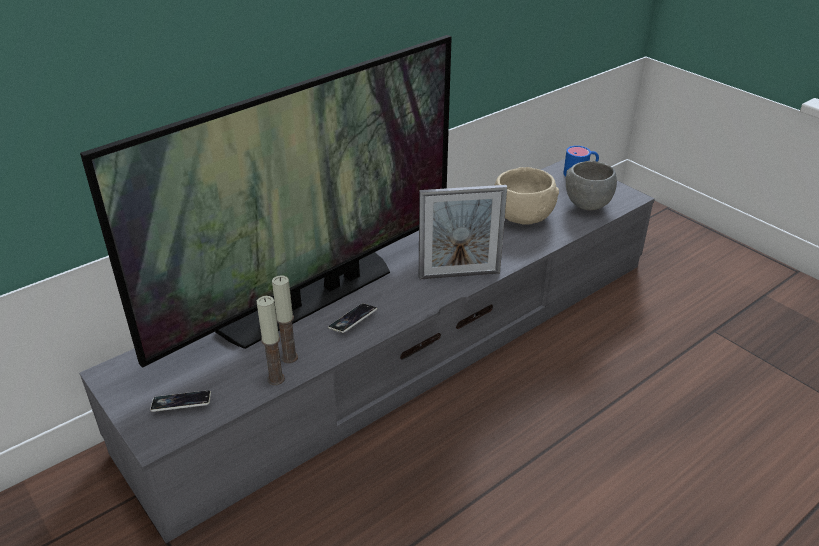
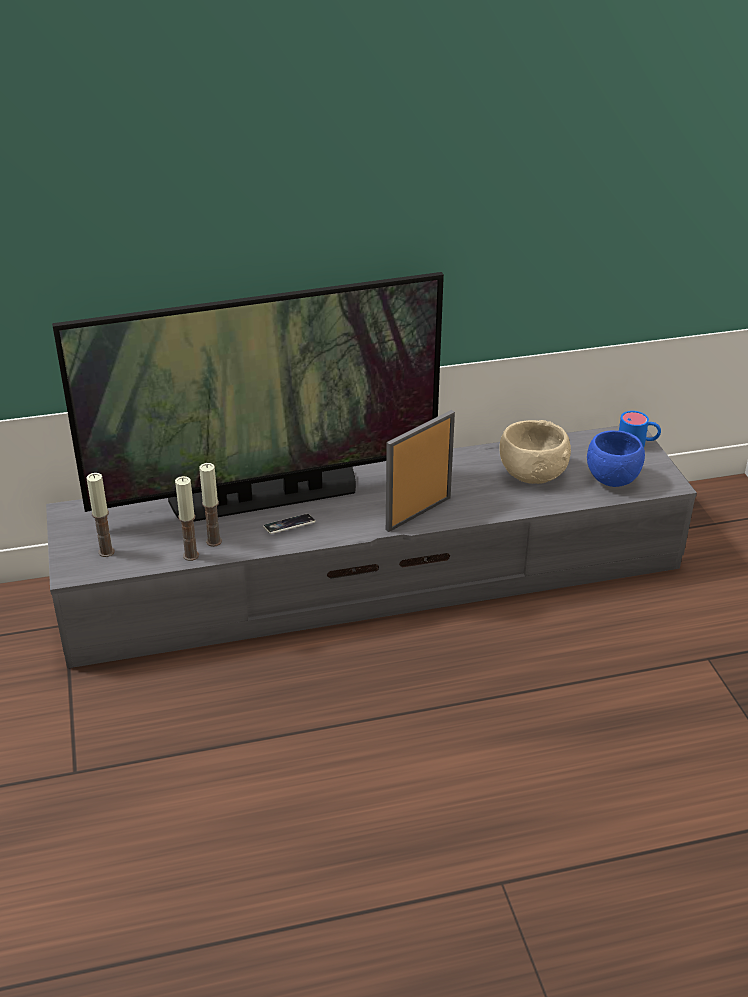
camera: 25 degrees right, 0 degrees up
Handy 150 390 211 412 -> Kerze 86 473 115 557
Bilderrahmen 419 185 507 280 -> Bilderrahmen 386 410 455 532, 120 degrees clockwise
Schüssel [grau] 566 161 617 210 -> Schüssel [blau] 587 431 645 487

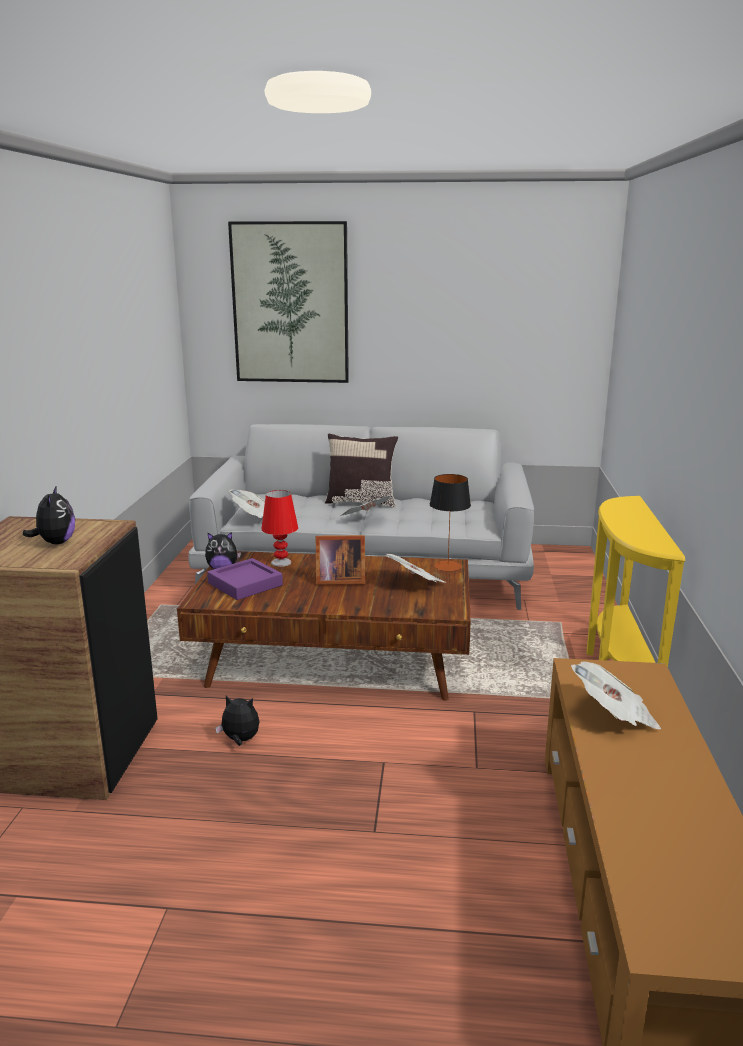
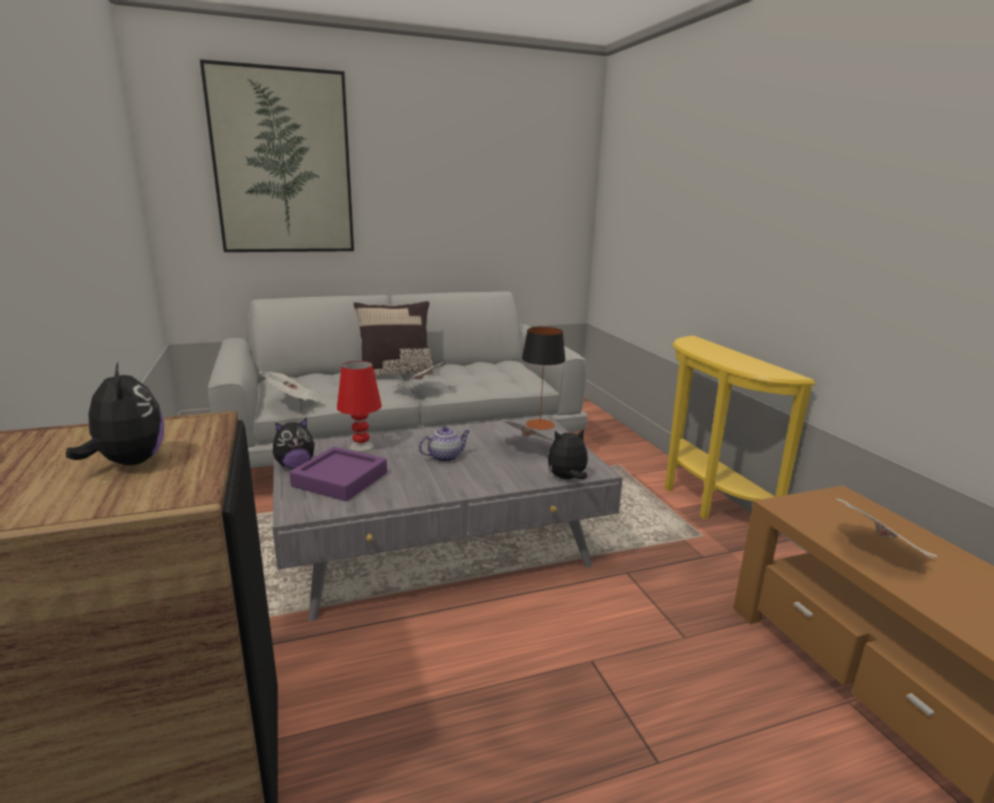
camera: 25 degrees left, 0 degrees up
Couchtisch [braun] 177 551 471 701 -> Couchtisch [grau] 273 416 623 621
Plüschtier 215 695 259 746 -> Plüschtier 548 429 588 479, shifted
Bilderrahmen 316 535 365 585 -> Teekanne 419 426 470 462

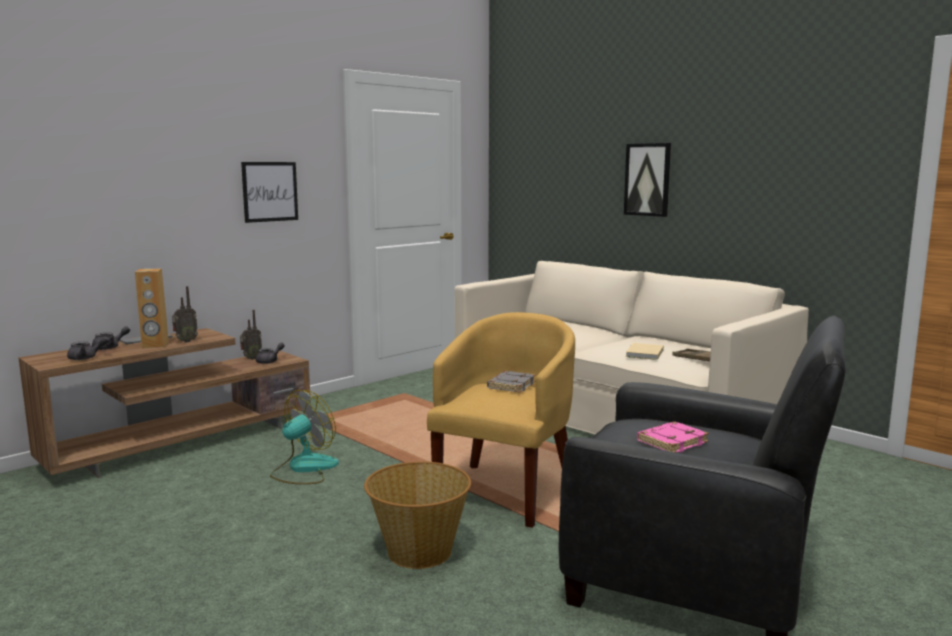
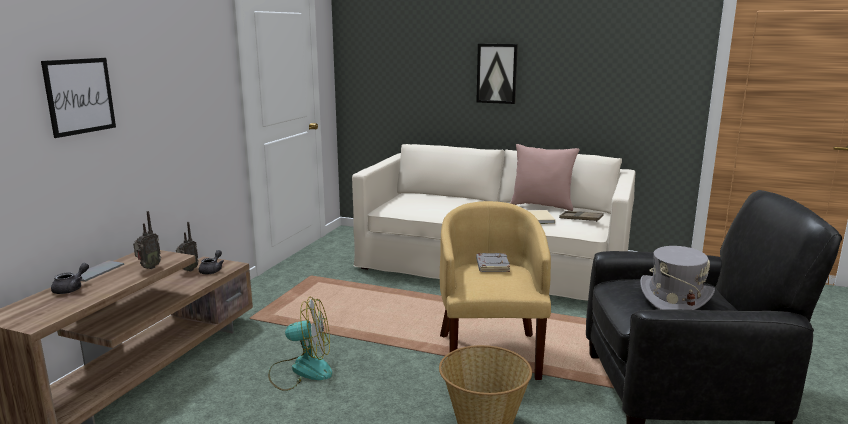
camera: 25 degrees left, 5 degrees up
Teekanne [grau] 67 336 109 360 -> none
Lautsprecher [braun] 135 268 169 348 -> none
Bild 241 162 298 223 -> Bild 41 58 116 138, shifted
Ventilator 270 390 339 484 -> Ventilator 268 296 332 391, 75 degrees clockwise
Buch [rosa] 637 421 709 453 -> Hut [grau] 640 246 715 310
none -> Kissen [rosa] 510 144 580 211

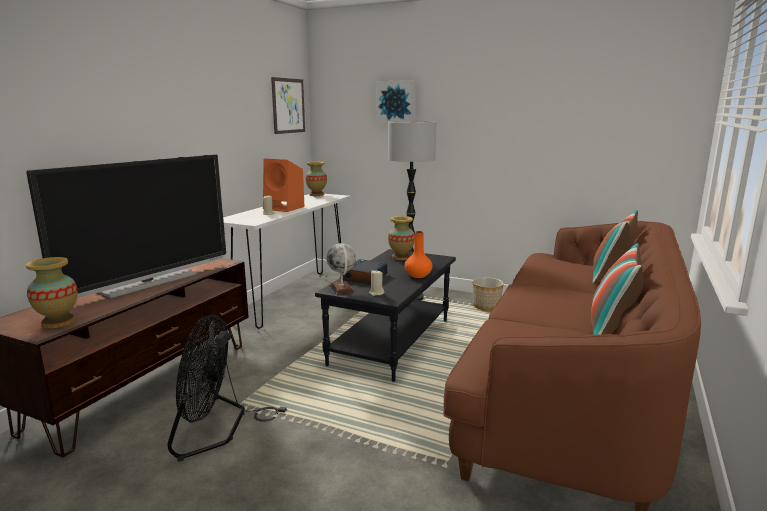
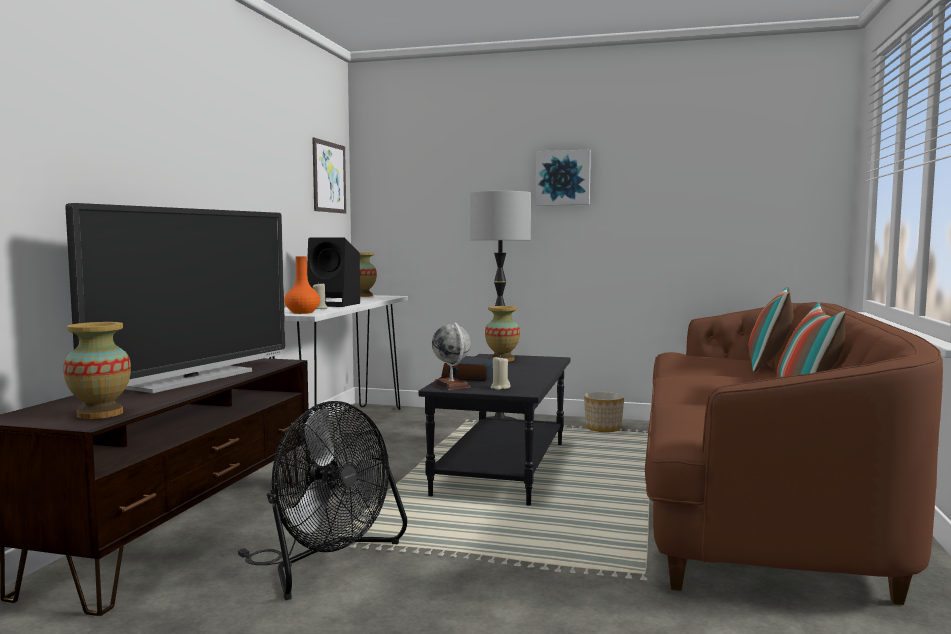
camera: 10 degrees left, 10 degrees down
Ventilator [schwarz] 167 314 288 462 -> Ventilator [schwarz] 238 401 407 600, 135 degrees counterclockwise
Lautsprecher [orange] 263 159 304 212 -> Lautsprecher [schwarz] 307 238 360 307
Bild 376 80 416 123 -> Bild 536 150 591 206, shifted
Vase [orange] 405 231 433 278 -> Vase [orange] 284 256 320 314, shifted

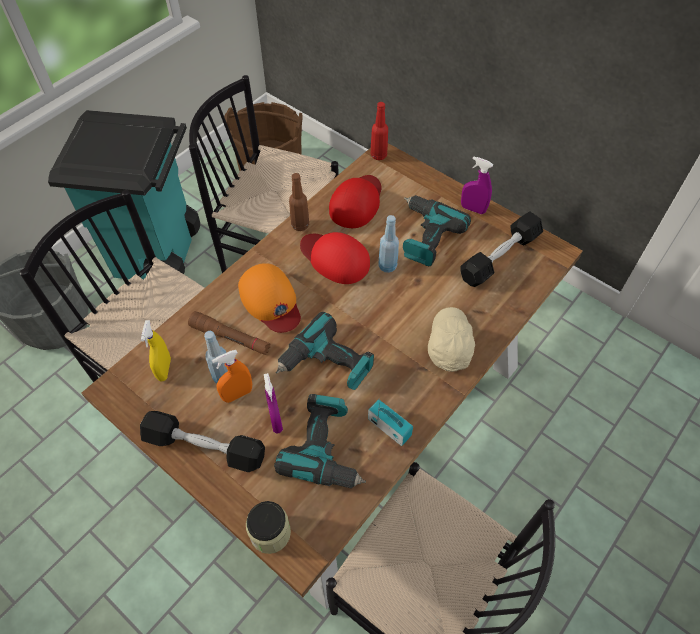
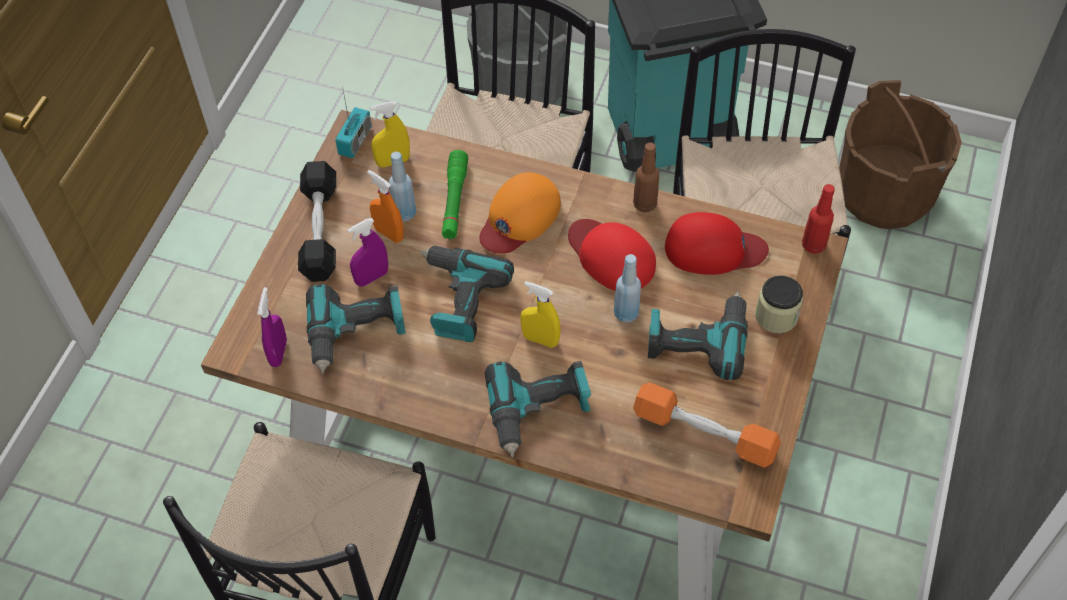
camera: 70 degrees right, 0 degrees up
Taschenlampe [braun] 188 311 270 355 -> Taschenlampe [grün] 442 150 468 240
Vorratsglas 246 501 291 554 -> Vorratsglas 755 275 803 333, shifted
Kappe [rot] 300 232 370 284 -> Kappe [rot] 568 219 656 291, 60 degrees counterclockwise
Radio 368 399 413 446 -> Radio 335 86 372 159, shifted
Kappe [beige] 428 307 475 372 -> Bohrmaschine 485 361 591 457
Hantel [schwarz] 460 211 543 287 -> Hantel [orange] 633 383 781 468
Sprühflasche [lila] 461 156 493 214 -> Sprühflasche [lila] 257 287 287 367, shifted
none -> Sprühflasche [gelb] 520 281 561 348

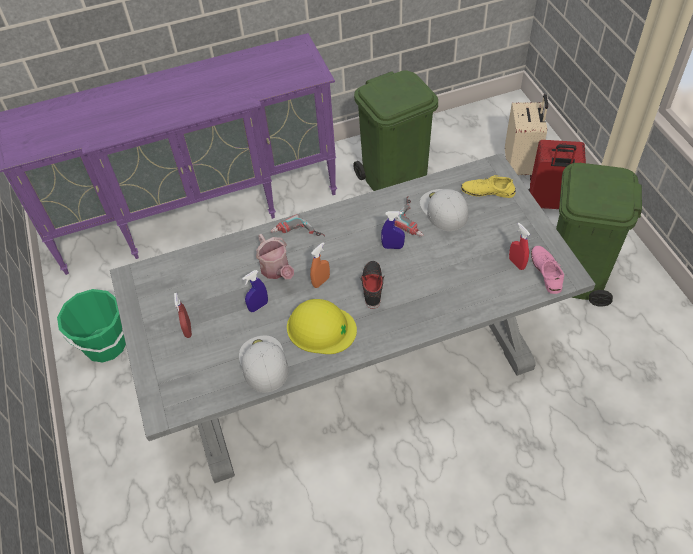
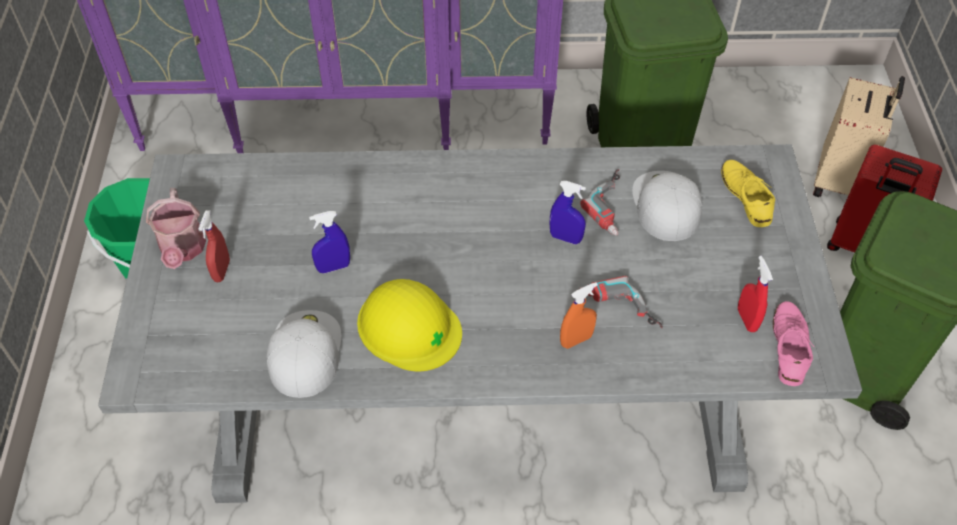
camera: 15 degrees right, 0 degrees up
Gießkanne 256 234 294 279 -> Gießkanne 146 187 206 269, shifted
Bohrmaschine 271 214 325 237 -> Bohrmaschine 576 276 663 329, shifted
Sprühflasche [orange] 310 242 330 288 -> Sprühflasche [orange] 560 282 598 349, shifted
Schuh [schwarz] 360 261 385 309 -> none
Schuh [gelb] 461 175 516 198 -> Schuh [gelb] 721 160 775 227, 45 degrees clockwise

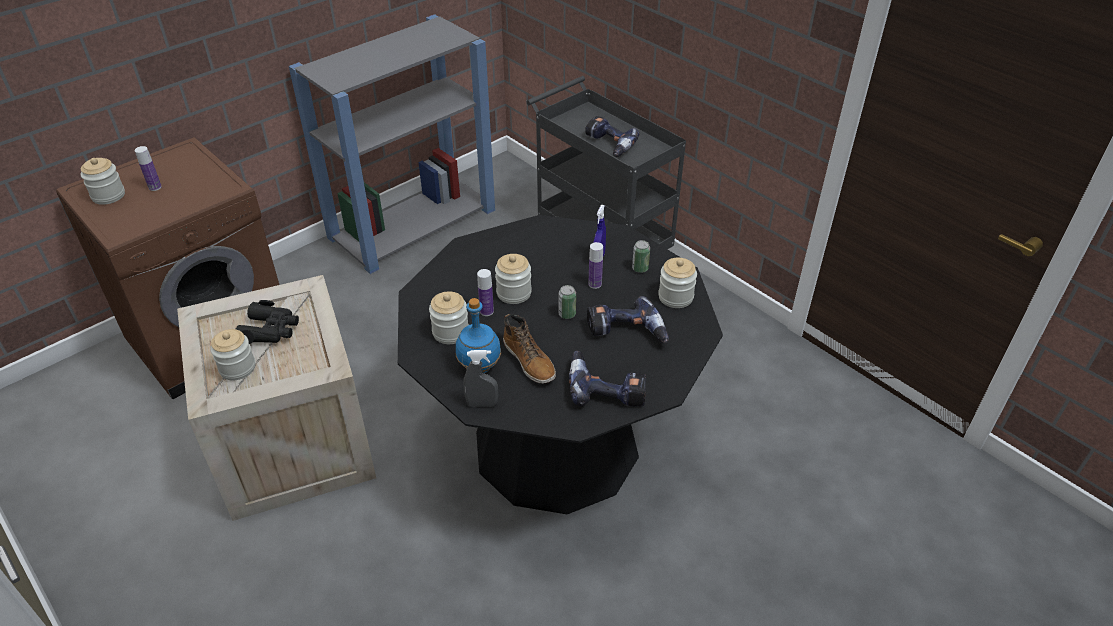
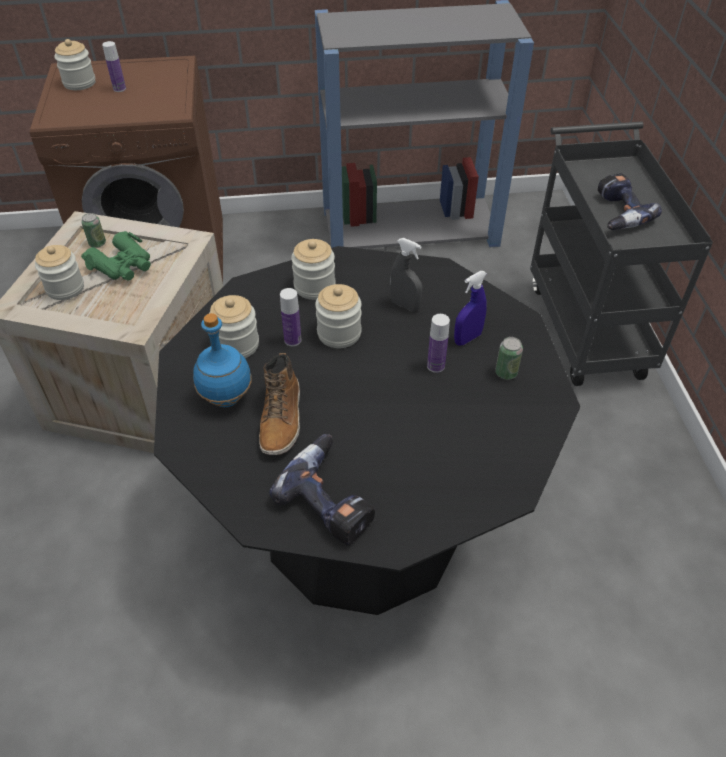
camera: 35 degrees right, 5 degrees up
Fernglas [schwarz] 236 300 299 344 -> Fernglas [grün] 81 231 151 280
Sprühflasche [grau] 463 350 498 407 -> Sprühflasche [grau] 390 238 422 311, shifted
Dose 559 285 576 319 -> Dose 81 213 106 248, shifted
Bohrmaschine 587 296 669 344 -> none
Vorratsglas 658 258 697 308 -> Vorratsglas 291 239 335 300, shifted

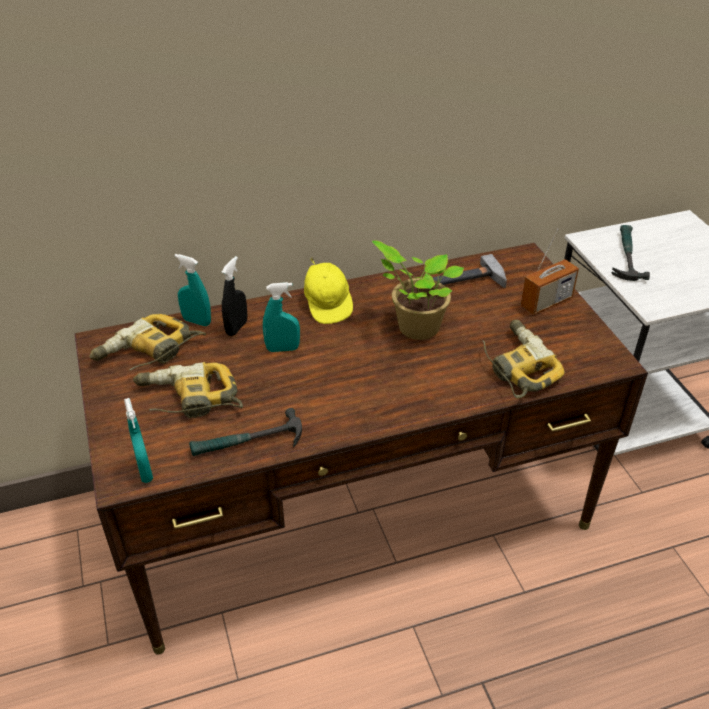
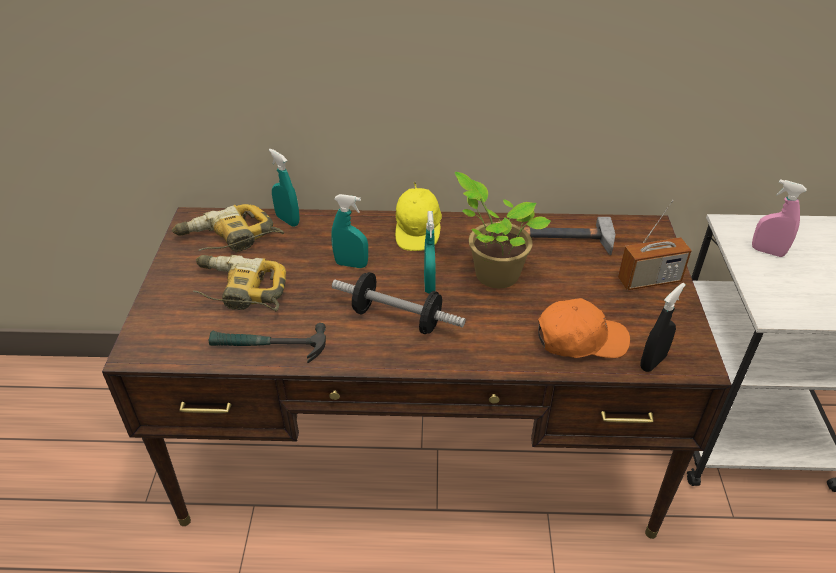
camera: 20 degrees right, 0 degrees up
Sprühflasche [türkis] 124 398 153 483 -> Sprühflasche [türkis] 424 211 436 294, shifted
Sprühflasche [schwarz] 222 256 247 336 -> Sprühflasche [schwarz] 640 283 685 372, shifted
Bohrmaschine 483 320 565 399 -> Kappe [orange] 538 298 630 358
Hammer 612 225 650 281 -> Sprühflasche [rosa] 752 179 807 257
none -> Hantel 332 272 466 334

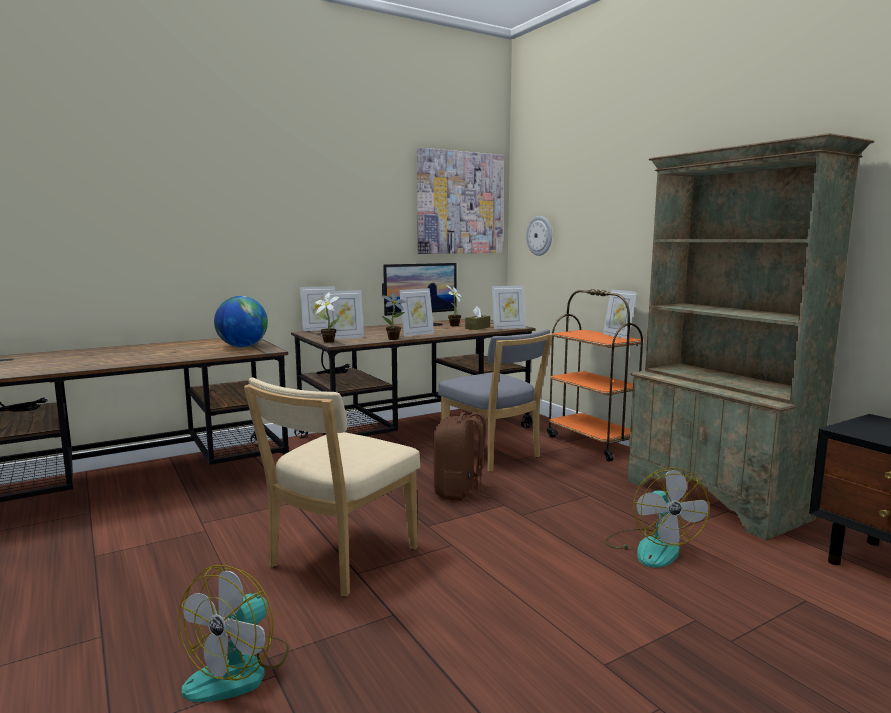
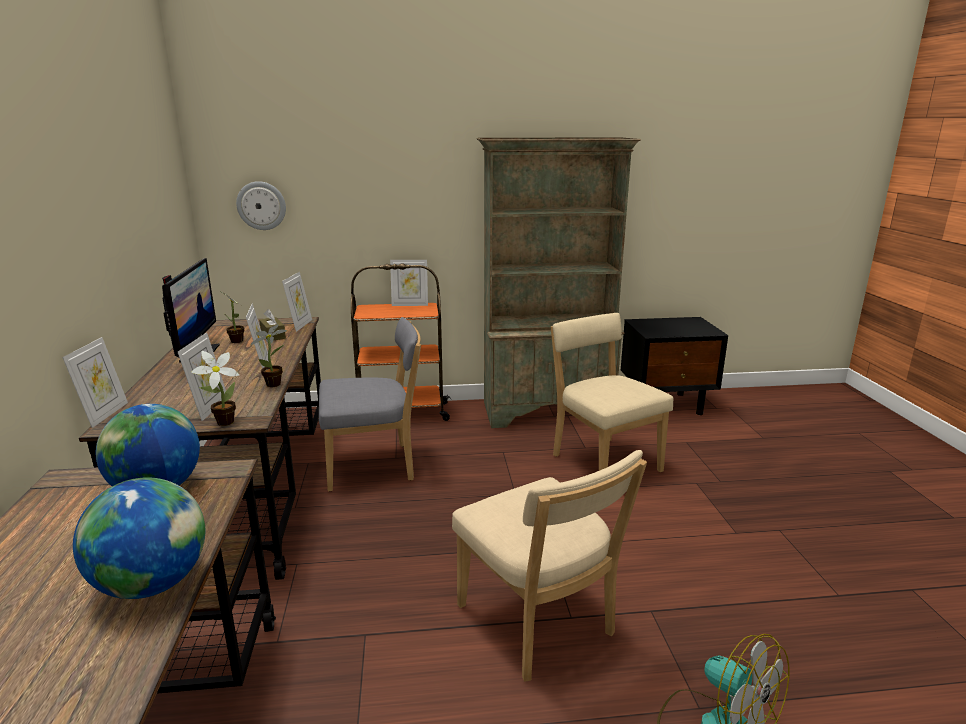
camera: 65 degrees left, 10 degrees up
Bild 417 148 504 254 -> none
Rucksack [braun] 433 412 494 501 -> none
Ventilator 605 468 709 568 -> Stuhl [beige] 551 313 673 472
none -> Globus 73 477 205 599

